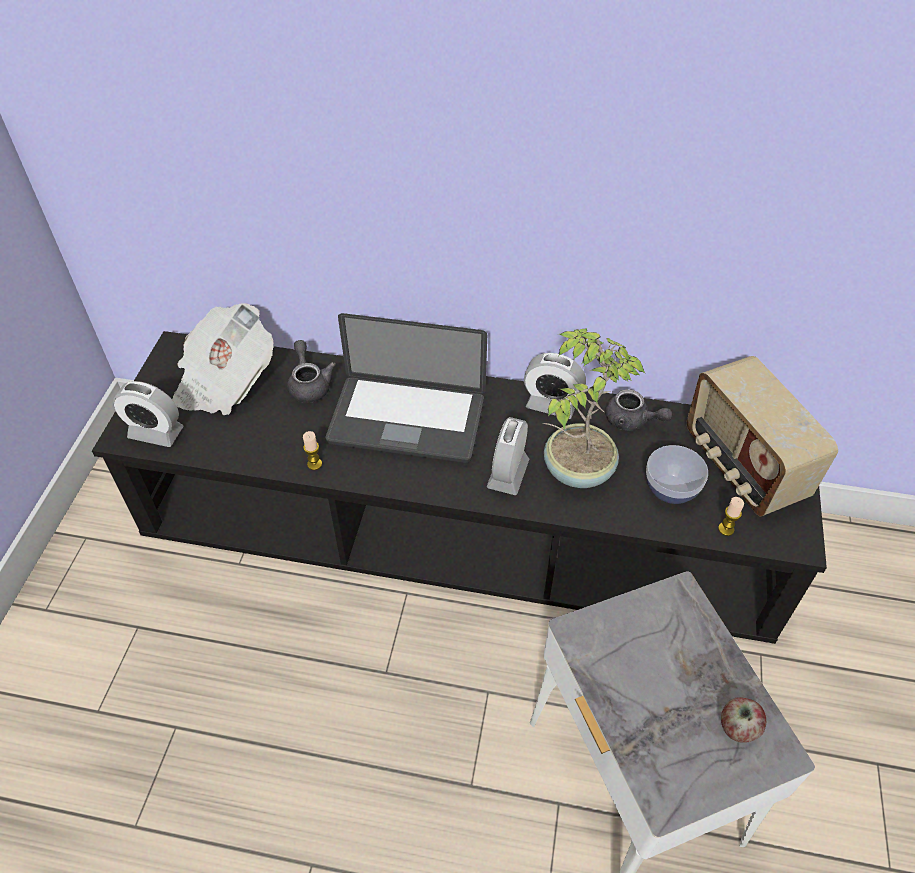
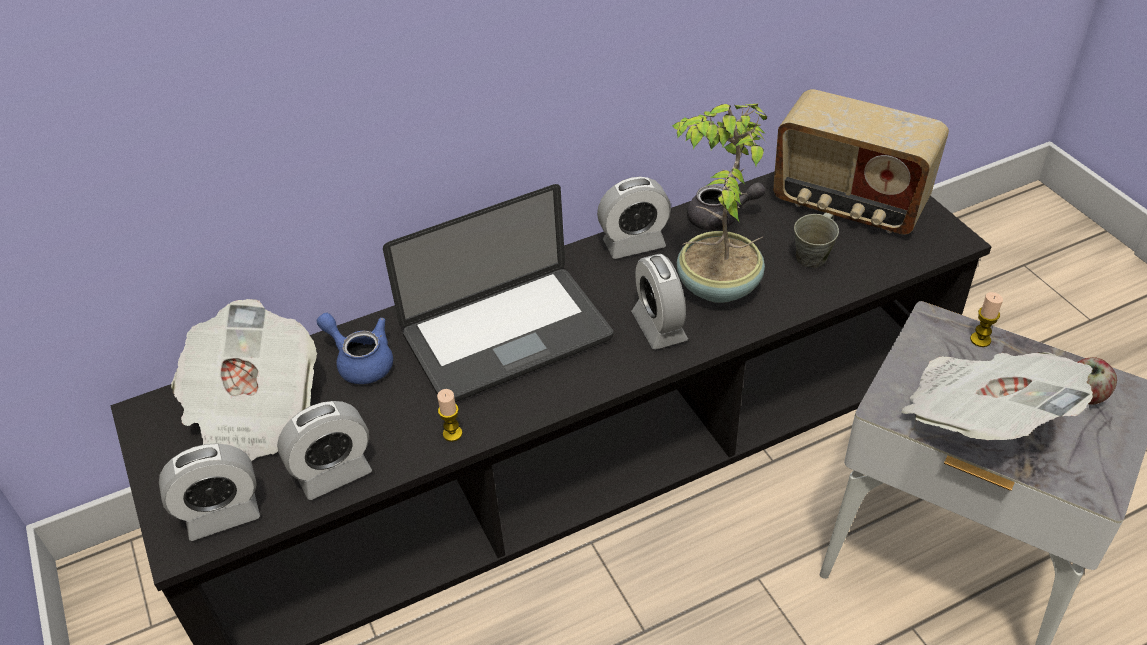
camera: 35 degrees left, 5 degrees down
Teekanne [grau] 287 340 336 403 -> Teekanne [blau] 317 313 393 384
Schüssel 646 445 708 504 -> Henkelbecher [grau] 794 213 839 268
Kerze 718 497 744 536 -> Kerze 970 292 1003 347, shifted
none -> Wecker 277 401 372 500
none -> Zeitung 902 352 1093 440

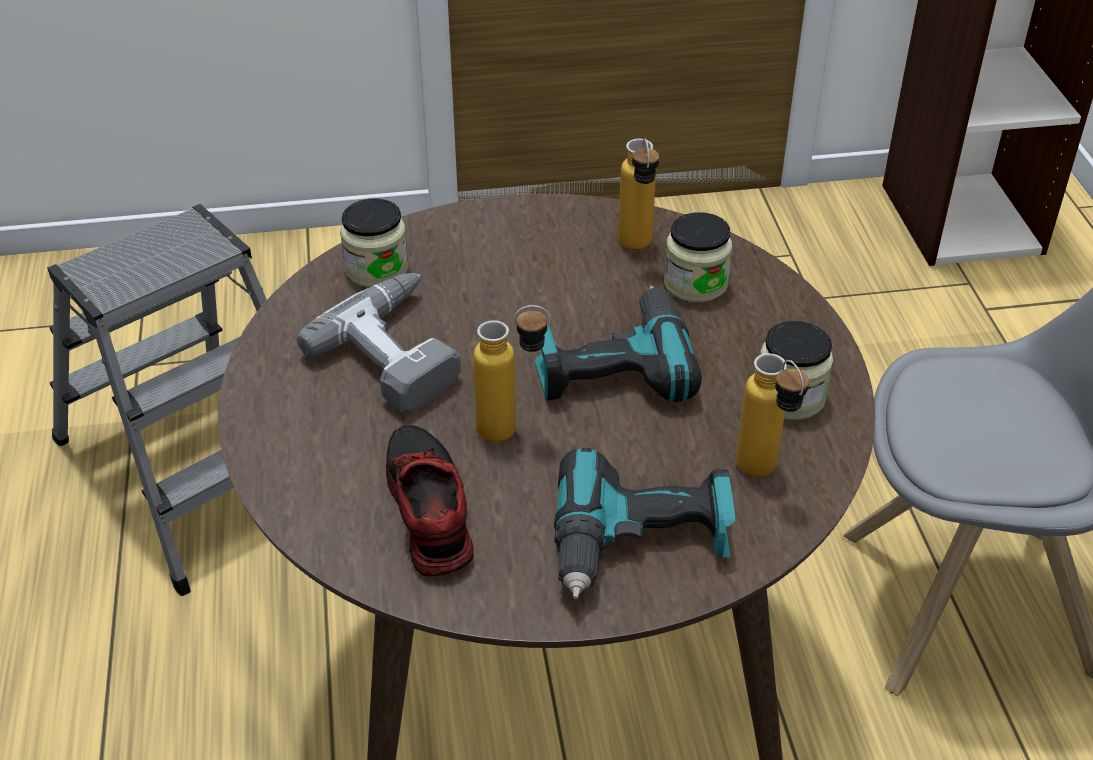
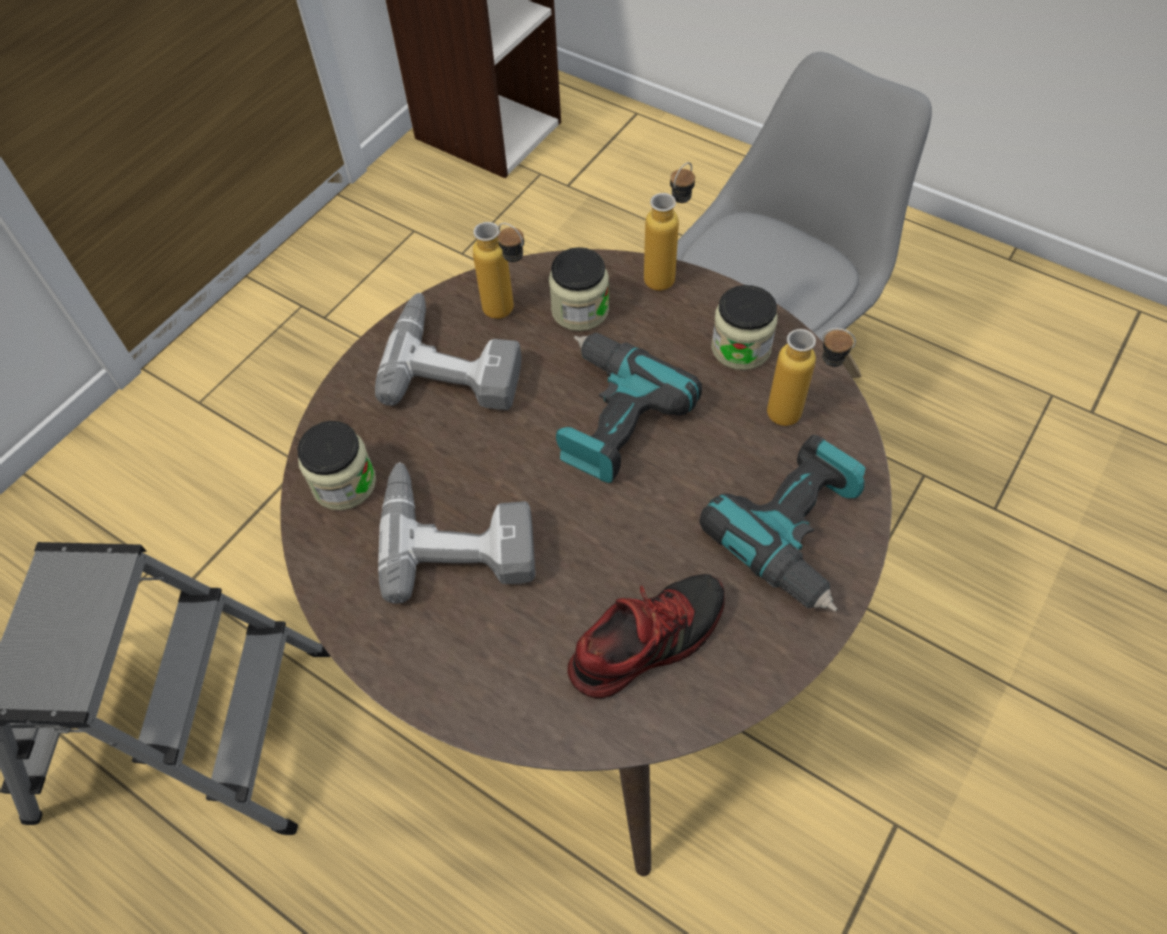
camera: 45 degrees left, 15 degrees up
Schuh 386 424 474 577 -> Schuh 567 574 725 699, 120 degrees clockwise
Flasche 473 305 550 442 -> Flasche 644 162 695 291, shifted
none -> Bohrmaschine 375 293 521 410

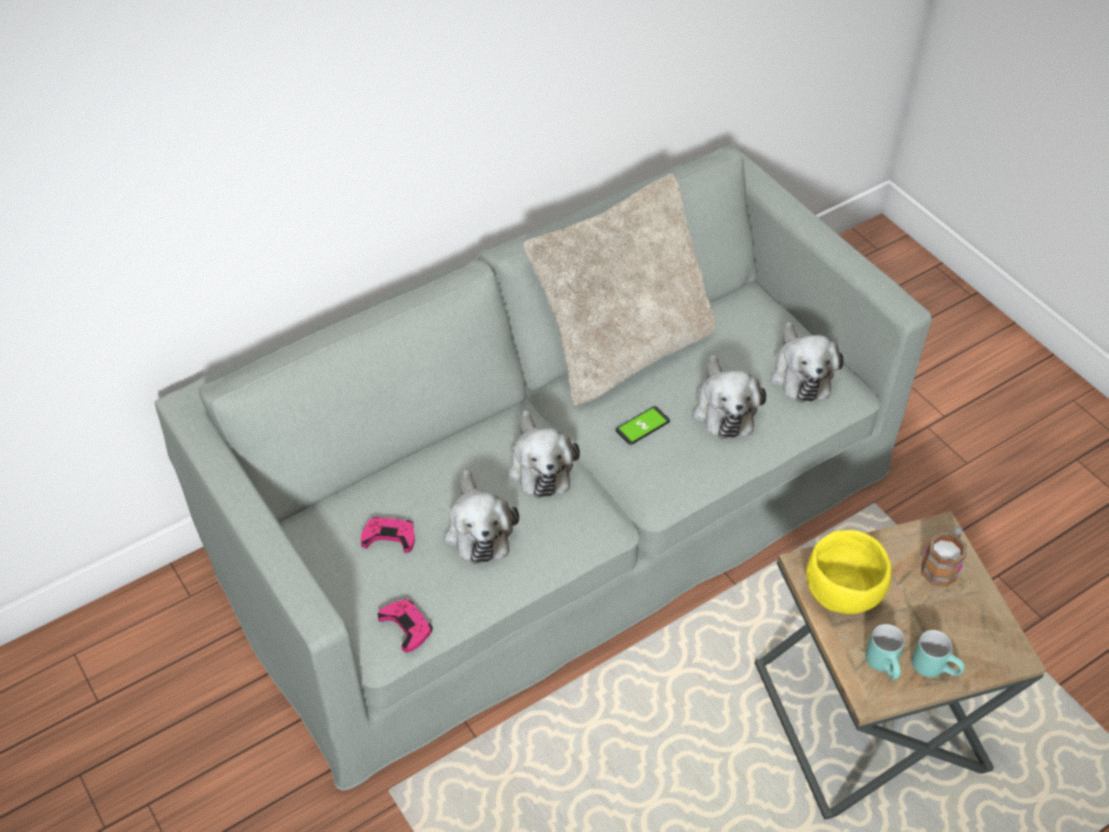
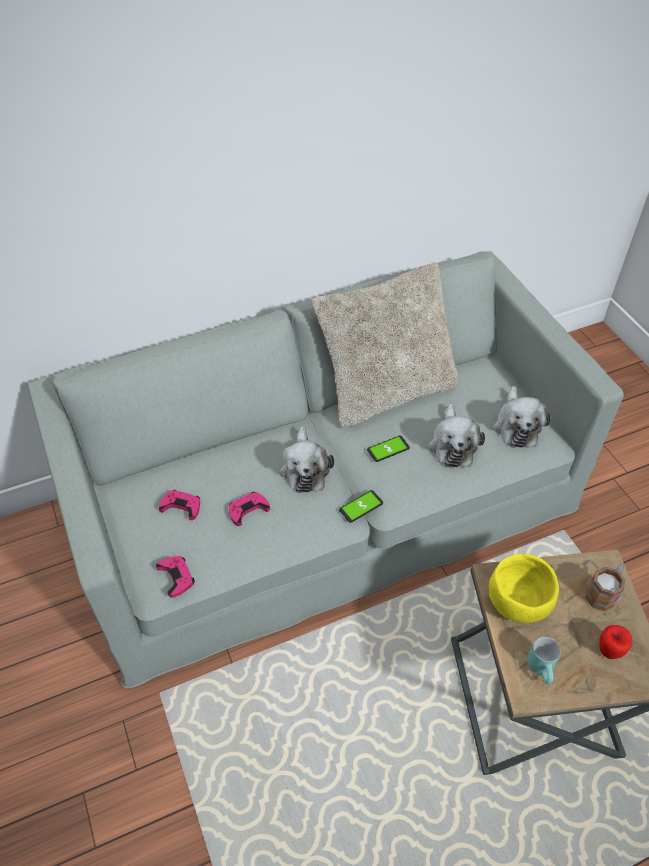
camera: 10 degrees right, 0 degrees up
Plüschtier 444 470 519 564 -> Gamepad [rosa] 228 492 270 526
Henkelbecher [türkis] 912 630 965 678 -> none
none -> Handy 339 490 383 523
none -> Apfel 599 625 632 659

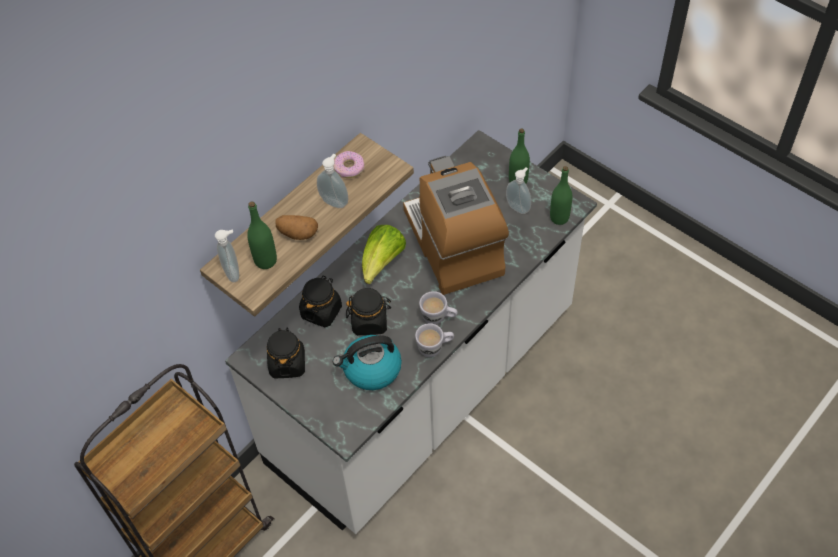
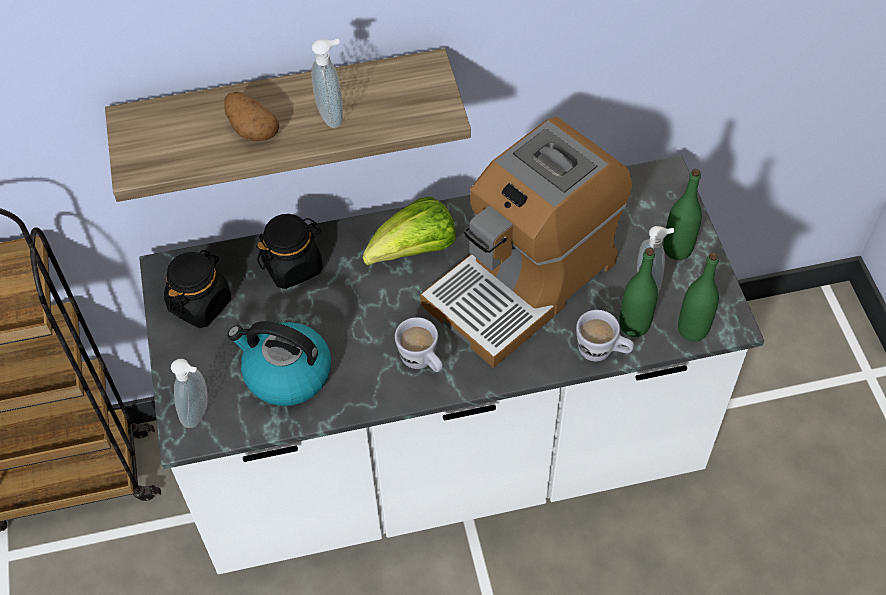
camera: 35 degrees right, 0 degrees up
Seifenspender 215 229 239 282 -> Seifenspender 171 359 207 428, shifted
Flasche [grün] 247 201 277 269 -> Flasche [grün] 619 247 658 337, shifted
Donut 334 151 365 178 -> none
Vorratsglas [schwarz] 346 288 391 335 -> none
Kaffeemaschine 403 156 509 295 -> Kaffeemaschine 420 117 632 368, 150 degrees counterclockwise
Henkelbecher [weiß] 415 323 454 357 -> Henkelbecher [weiß] 576 310 634 361, shifted

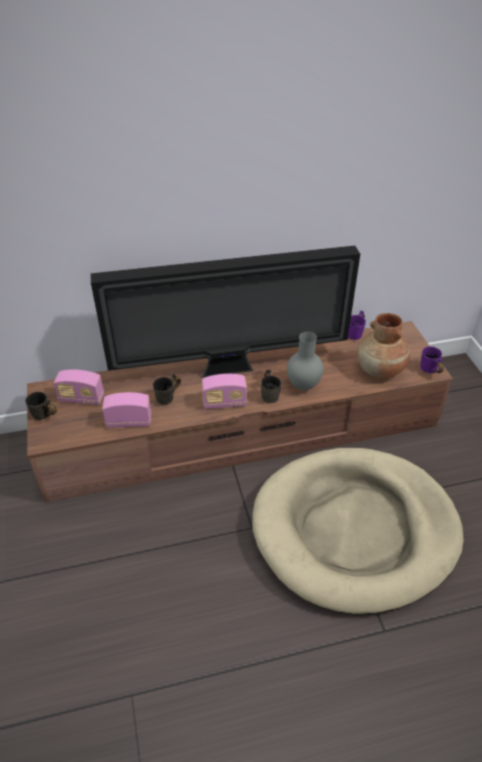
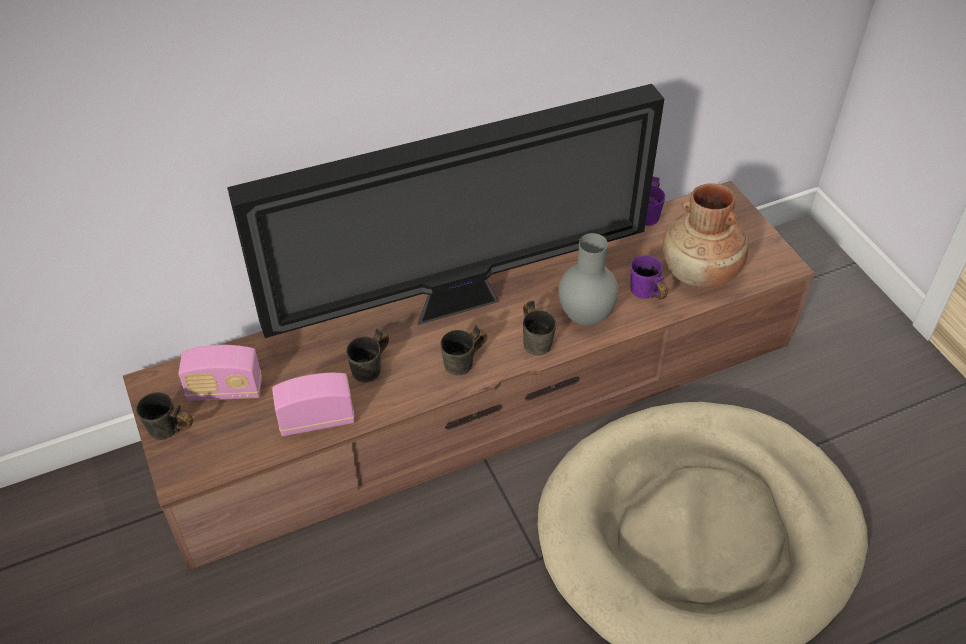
camera: 10 degrees left, 5 degrees up
Radio 202 374 247 409 -> Henkelbecher [grau] 440 325 487 375
Henkelbecher [lila] 420 347 444 373 -> Henkelbecher [lila] 630 255 668 299, shifted

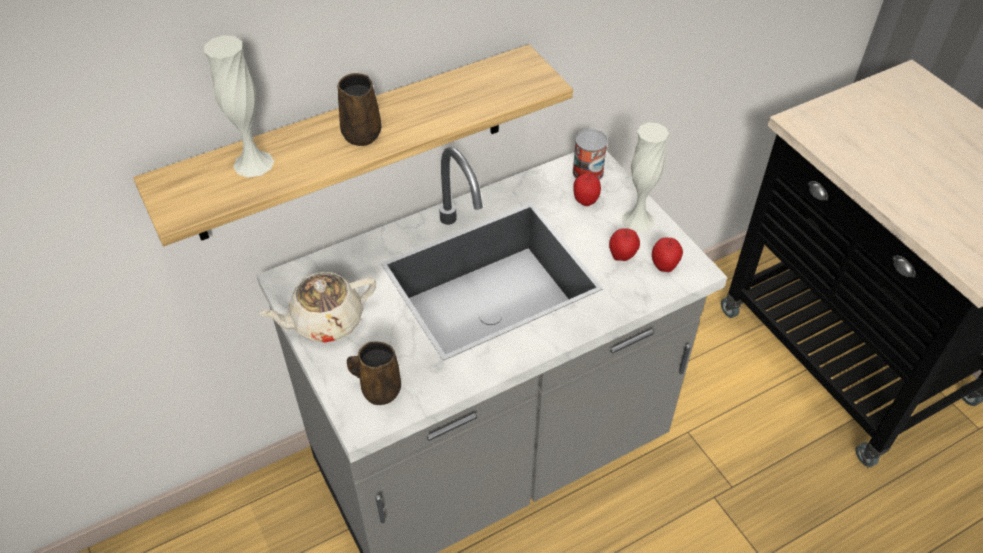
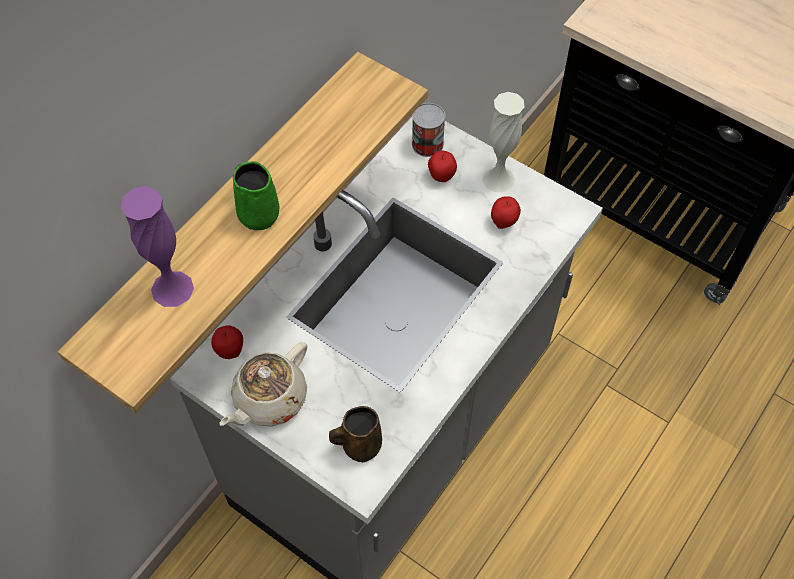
camera: 25 degrees left, 10 degrees up
Vase [weiß] 204 35 274 177 -> Vase [lila] 121 186 194 307
Henkelbecher [braun] 337 73 381 146 -> Henkelbecher [grün] 233 161 280 230
Apfel 652 237 683 272 -> Apfel 211 325 243 359, shifted

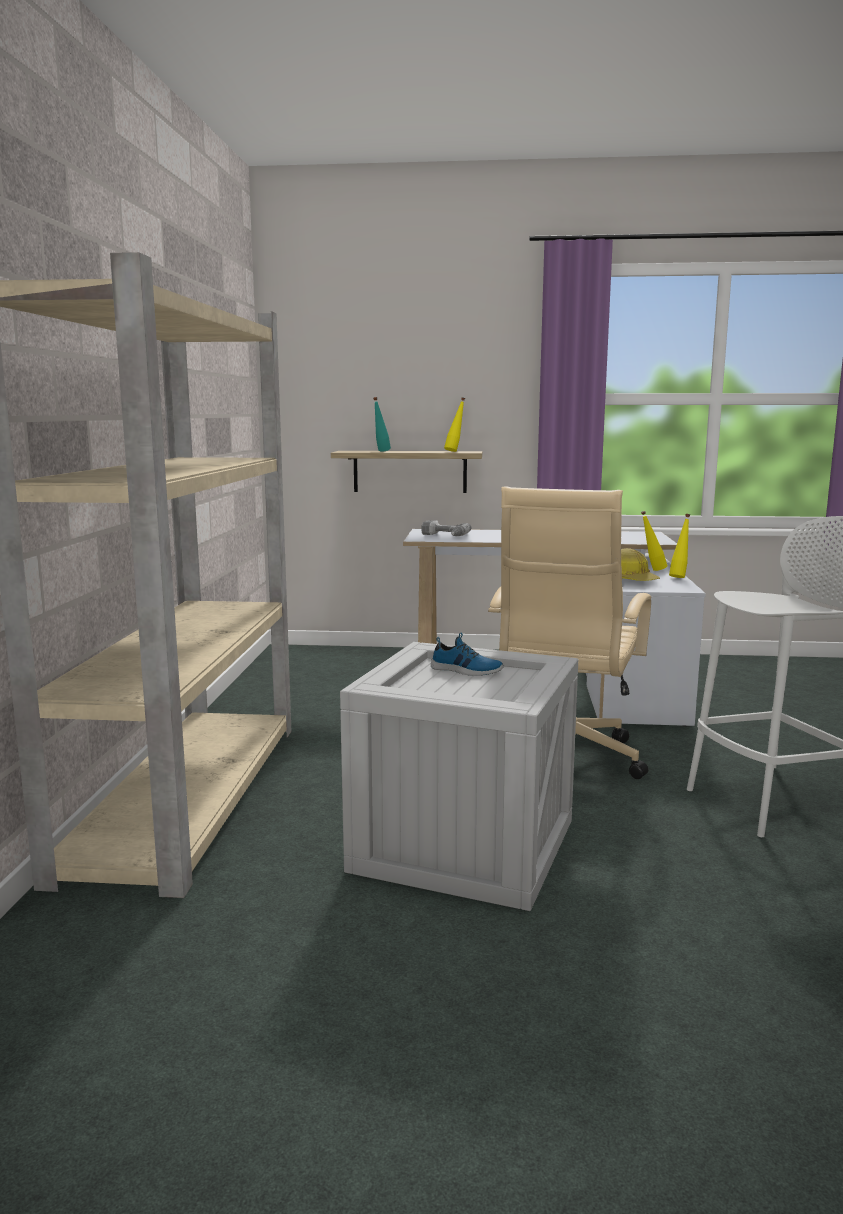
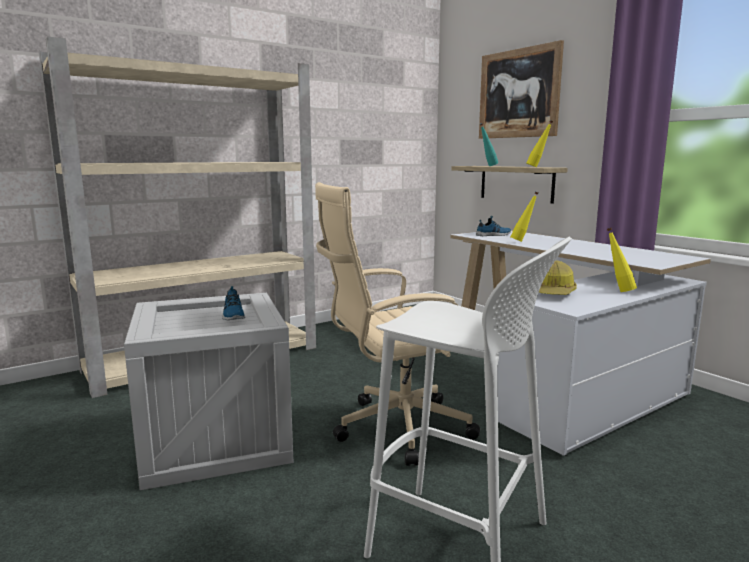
camera: 50 degrees right, 0 degrees up
Bohrmaschine 422 520 471 536 -> Schuh 476 216 511 236
Flasche [gelb] 669 514 690 578 -> Flasche [gelb] 511 192 538 242, shifted
none -> Bild 479 40 564 139

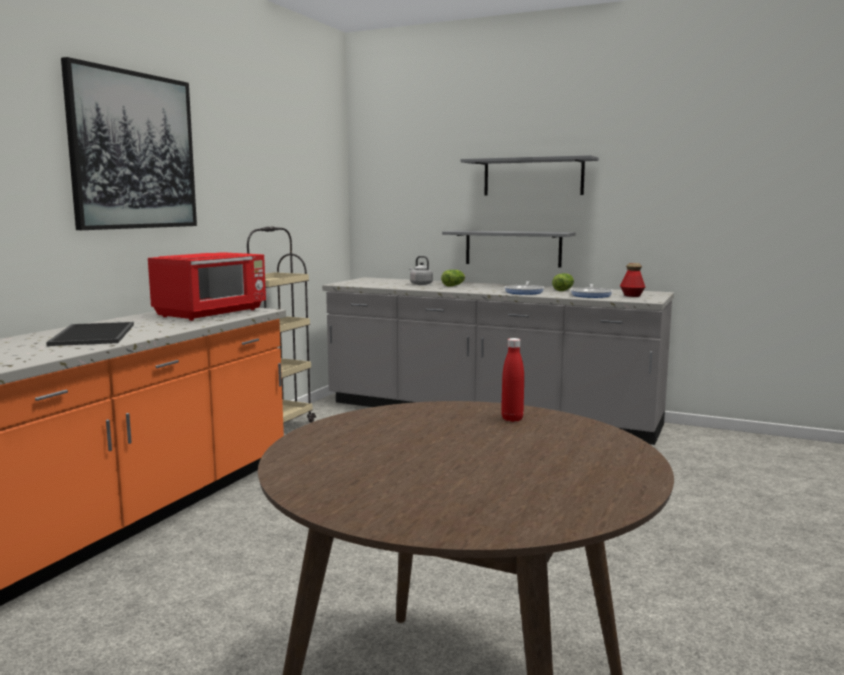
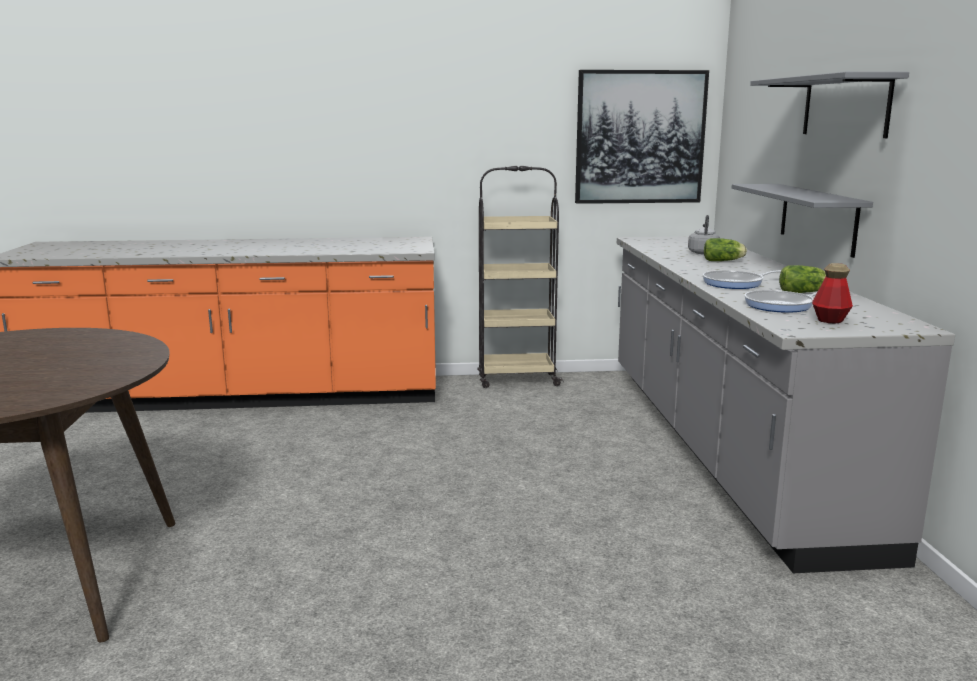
camera: 60 degrees right, 5 degrees up
Tablett 46 322 134 346 -> none
Bild 61 57 197 230 -> Bild 575 70 709 204, shifted
Mikrowelle [rot] 148 252 266 321 -> none
Flasche [rot] 501 338 524 422 -> none

